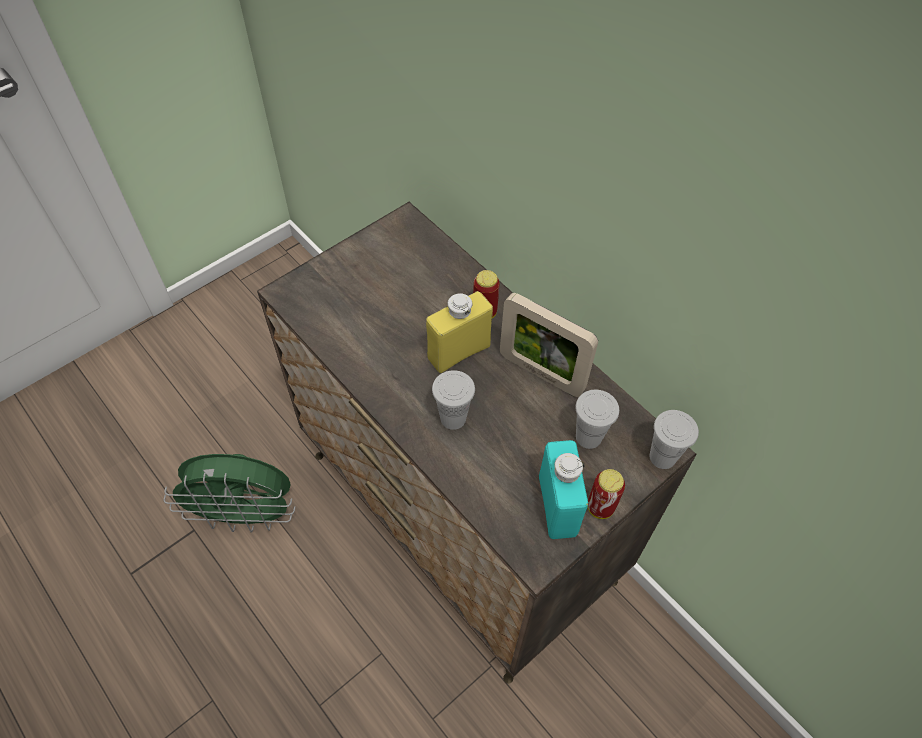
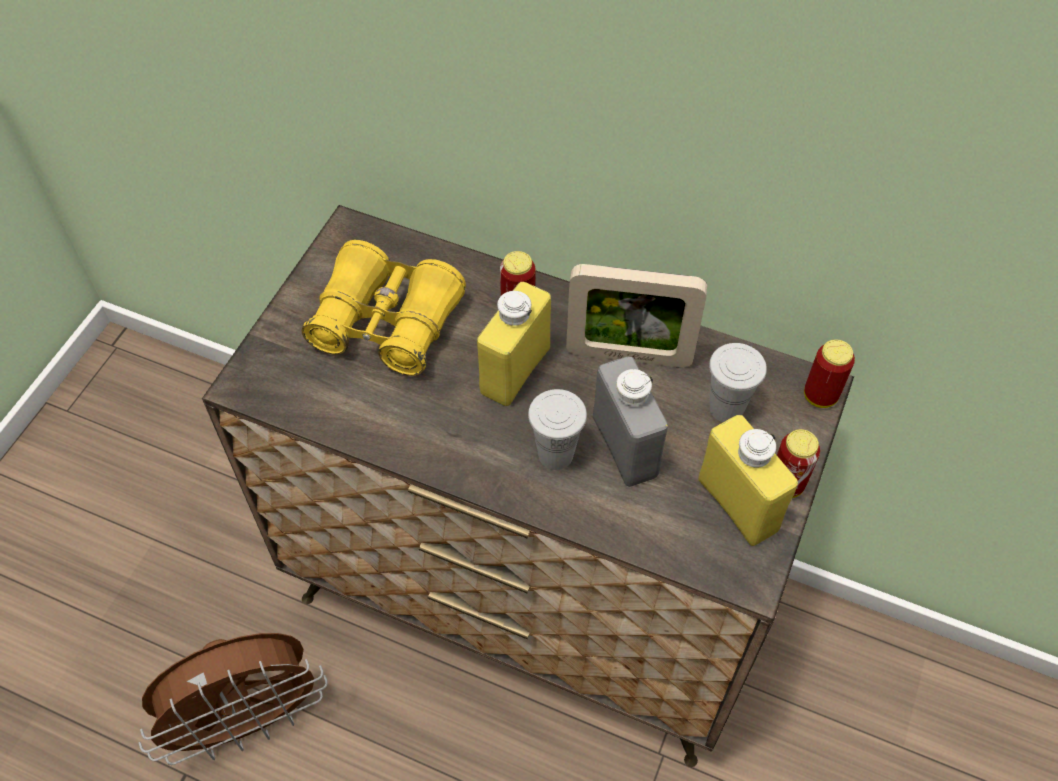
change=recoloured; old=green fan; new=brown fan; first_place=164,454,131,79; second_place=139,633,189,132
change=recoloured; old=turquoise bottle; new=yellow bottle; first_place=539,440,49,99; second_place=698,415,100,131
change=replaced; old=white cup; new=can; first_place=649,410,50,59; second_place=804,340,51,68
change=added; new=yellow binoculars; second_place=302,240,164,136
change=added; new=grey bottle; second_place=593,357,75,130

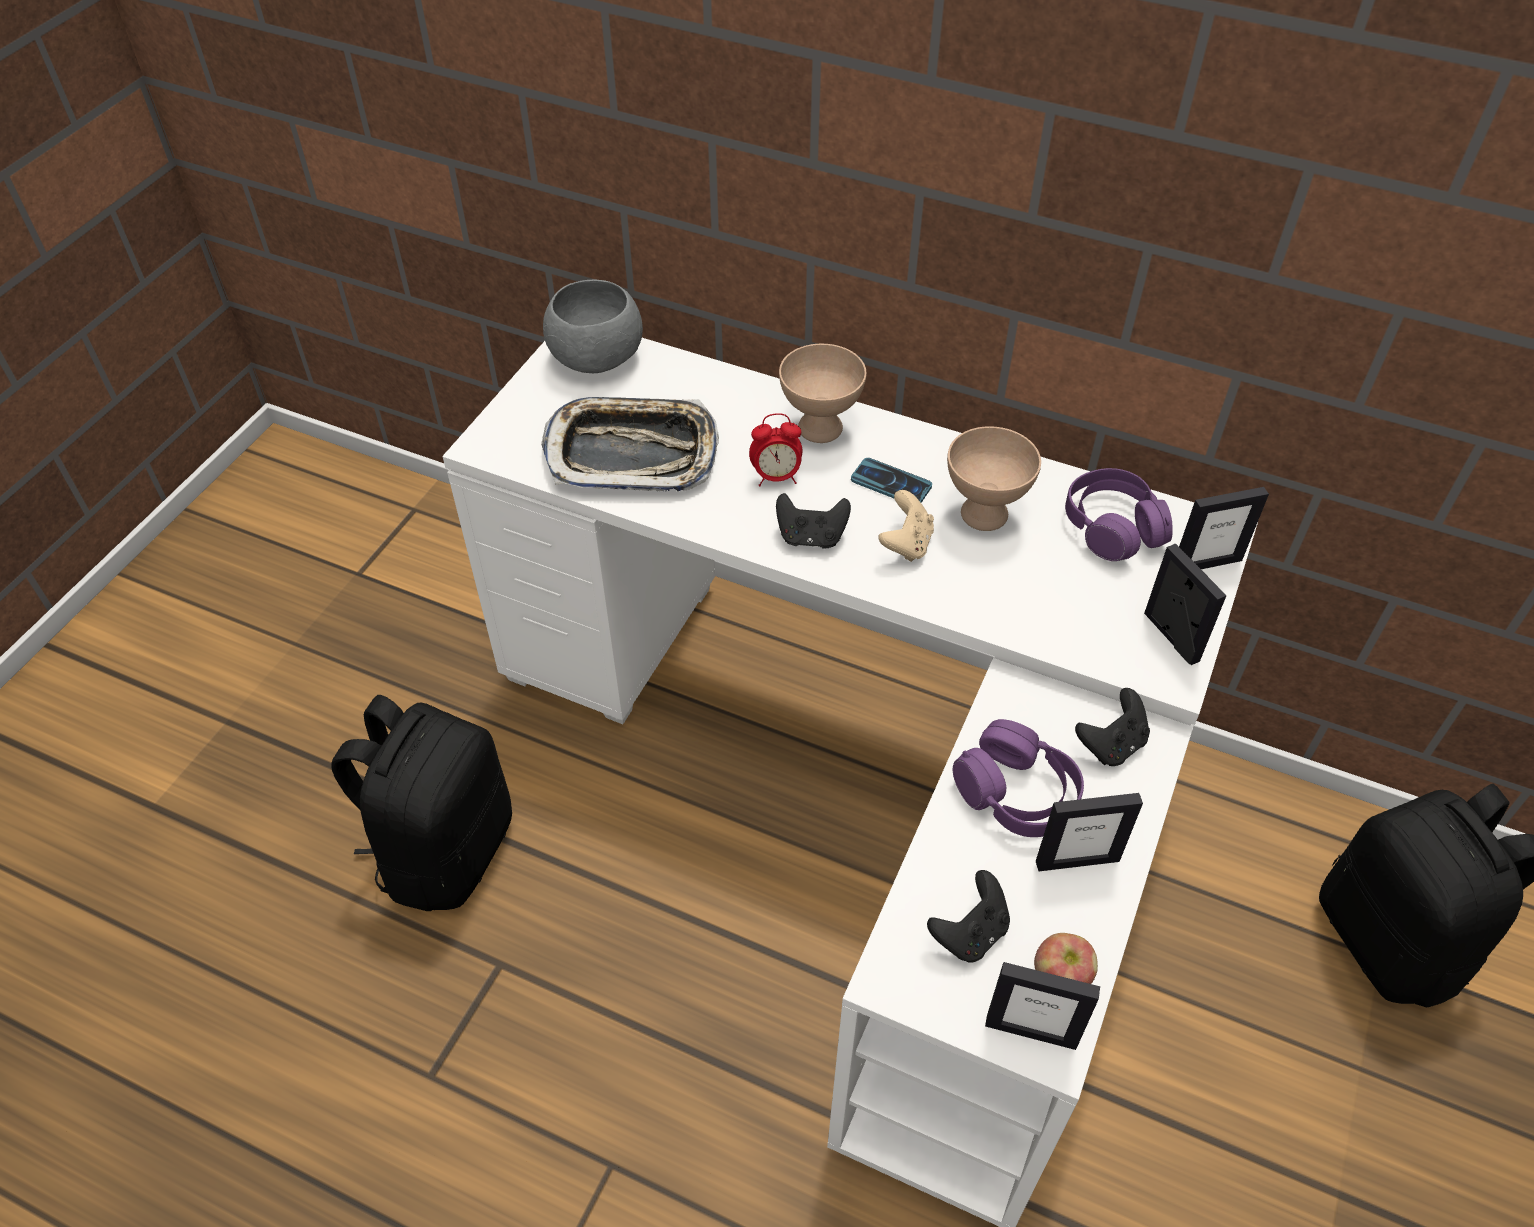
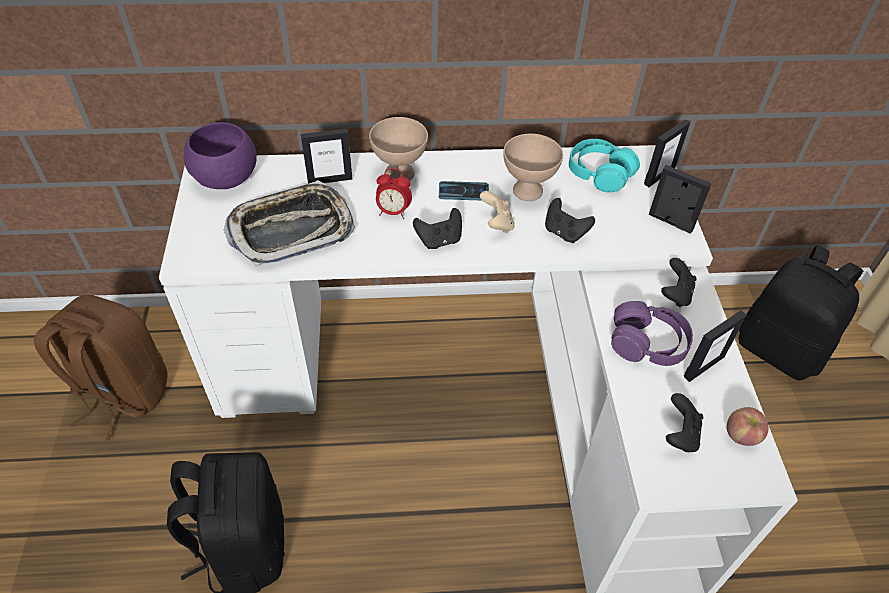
change=recoloured; old=grey bowl; new=purple bowl; first_place=543,279,100,94; second_place=184,122,73,67
change=turned; old=alarm clock; first_place=749,413,53,73; second_place=376,168,36,51; degrees=45
change=moved; old=picture frame; first_place=985,962,115,88; second_place=301,129,51,55
change=recoloured; old=purple headphones; new=turquoise headphones; first_place=1065,468,108,93; second_place=569,139,71,53
change=added; new=brown backpack; second_place=34,295,134,145
change=added; new=black game controller; second_place=545,198,50,45

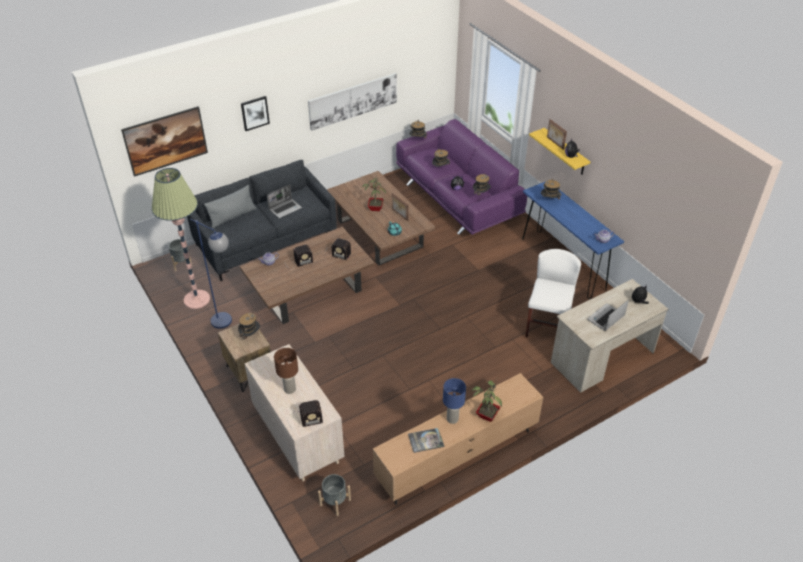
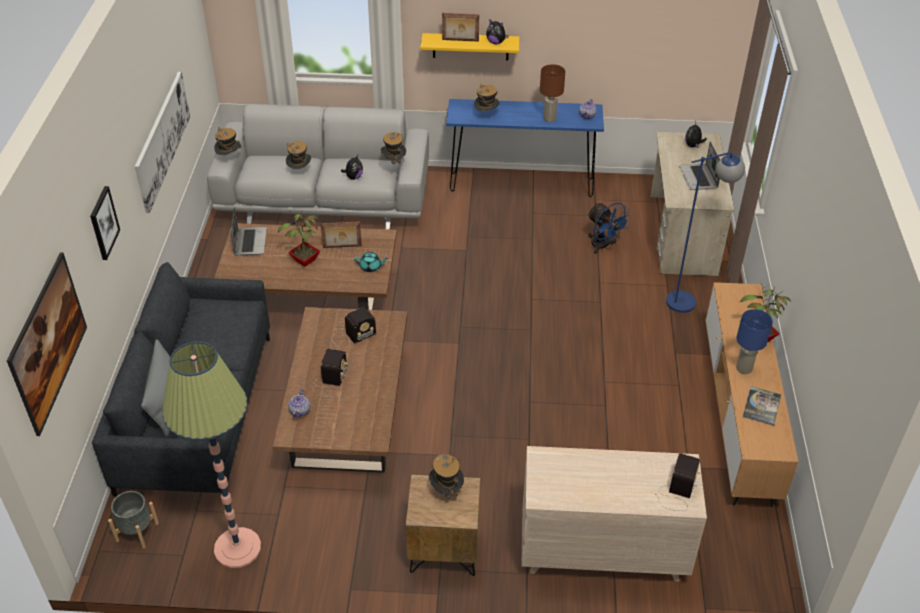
change=moved; old=blue floor lamp; first_place=190,219,42,110; second_place=666,152,79,161
change=moved; old=laptop; first_place=267,184,35,34; second_place=230,207,37,49
change=moved; old=brown table lamp; first_place=274,348,24,46; second_place=540,64,25,58
change=removed; old=grey planter; first_place=318,474,33,42
change=recoloured; old=purple sofa; new=grey sofa; first_place=396,119,131,116; second_place=207,104,222,125
change=replaced; old=white chair; new=blue fan; first_place=525,249,56,89; second_place=587,203,45,51

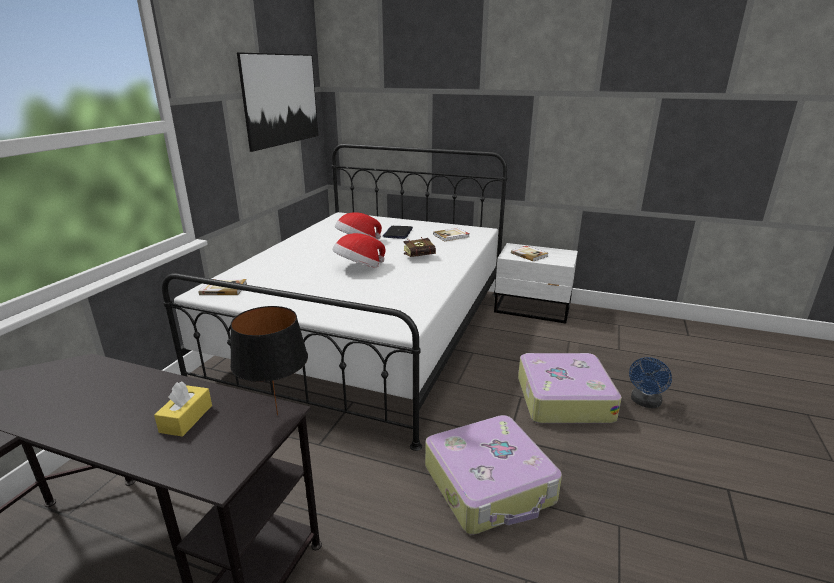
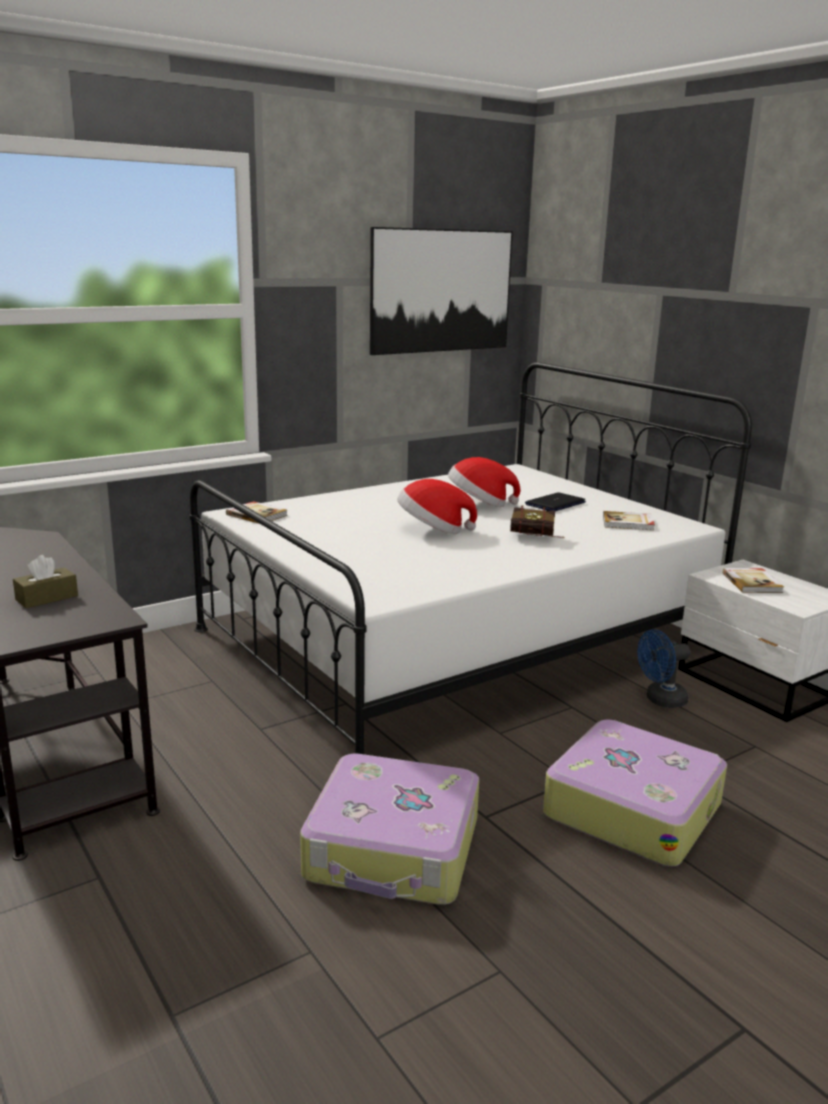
change=recoloured; old=yellow tissue box; new=brown tissue box; first_place=154,382,58,55; second_place=13,555,65,53
change=removed; old=black table lamp; first_place=230,306,78,110
change=moved; old=blue fan; first_place=629,357,43,51; second_place=637,629,53,79

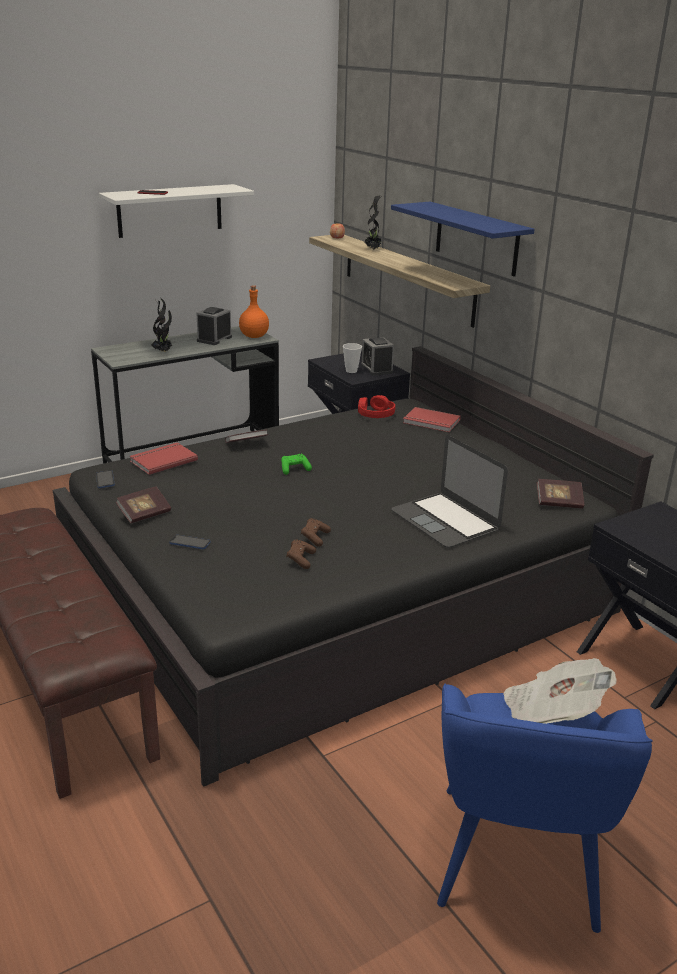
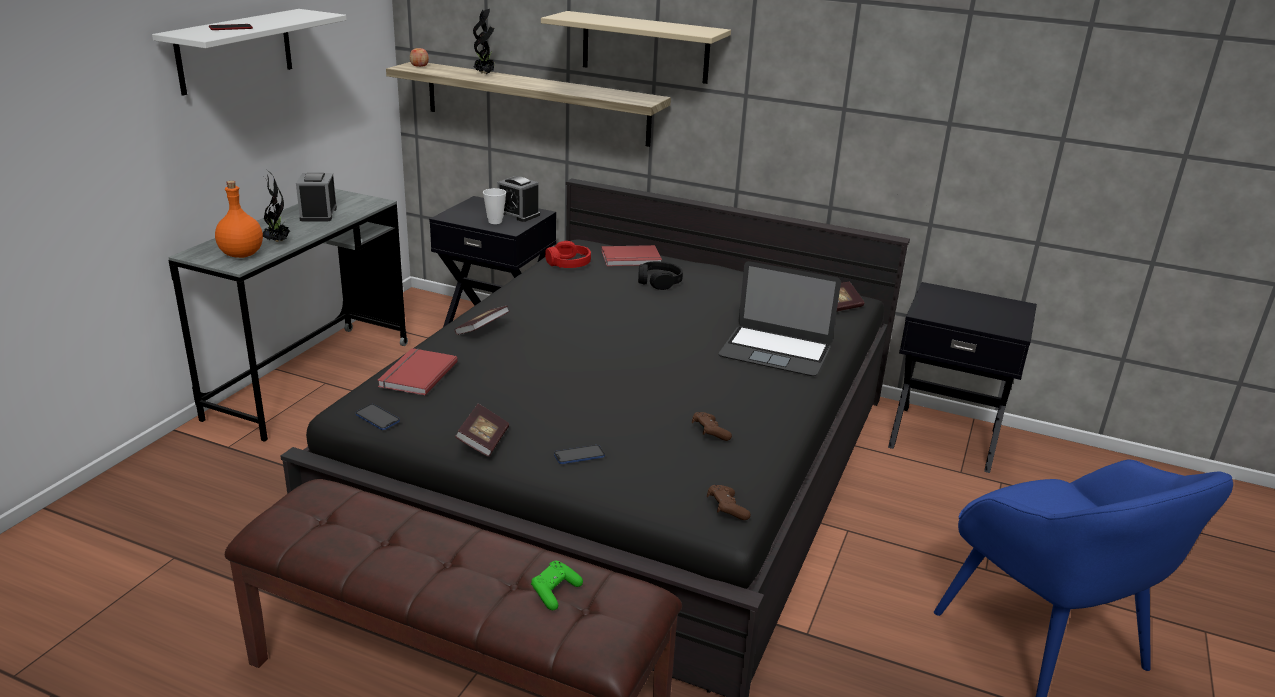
change=moved; old=orange bottle; first_place=239,285,30,53; second_place=215,181,48,77
change=moved; old=green game controller; first_place=281,453,31,22; second_place=531,561,52,49
change=moved; old=brown game controller; first_place=301,518,30,29; second_place=707,485,44,35
change=recoloured; old=blue shelf; new=beige shelf; first_place=391,202,144,75; second_place=541,11,190,73
change=removed; old=newspaper; first_place=503,658,114,66
change=added; new=black headphones; second_place=638,261,45,29

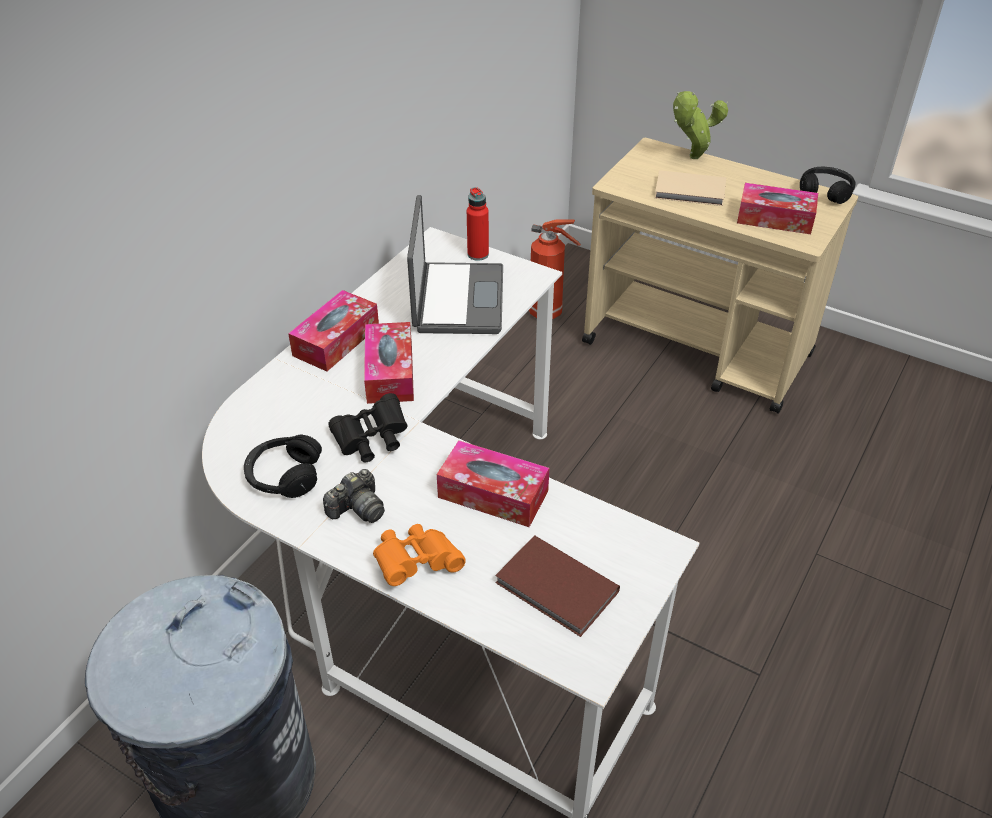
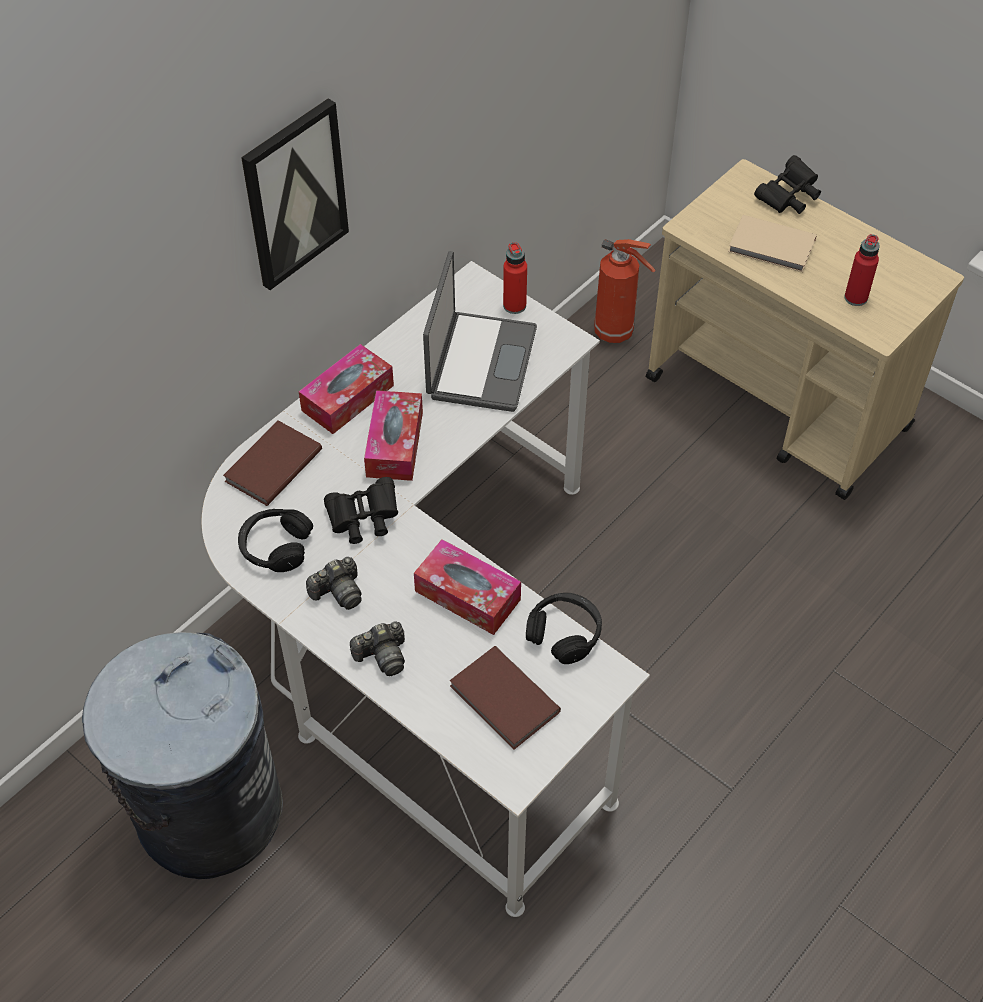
change=replaced; old=orange binoculars; new=photo camera; first_place=373,524,93,62; second_place=350,622,55,54
change=replaced; old=potted plant; new=black binoculars; first_place=673,91,55,68; second_place=754,155,67,59
change=replaced; old=tissue box; new=red bottle; first_place=737,183,81,51; second_place=844,234,35,72
change=moved; old=black headphones; first_place=800,166,56,38; second_place=526,593,76,71
change=added; new=brown book; second_place=223,420,99,86
change=added; new=picture; second_place=241,98,108,192

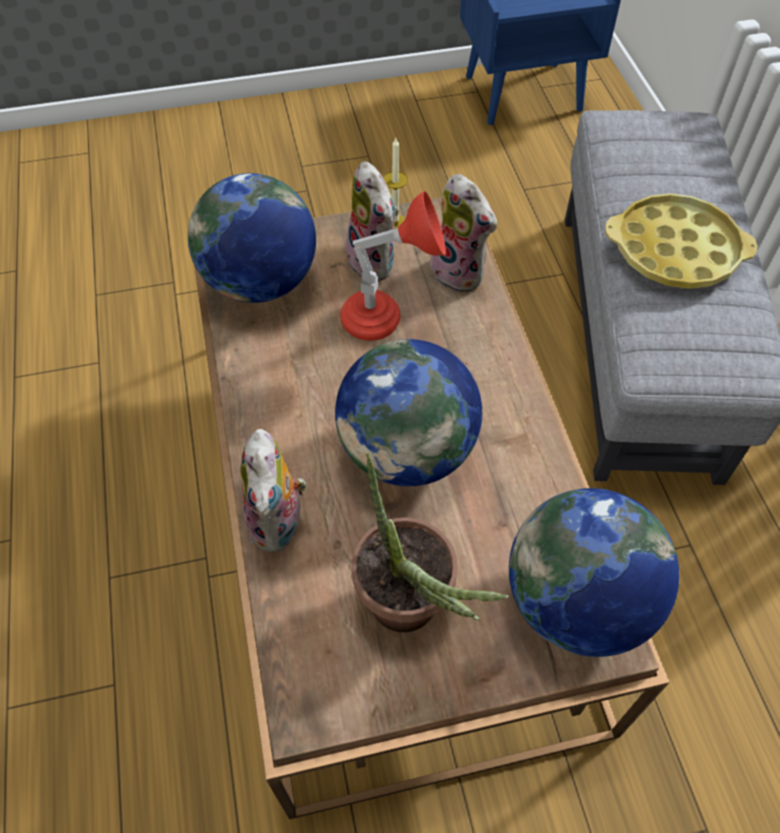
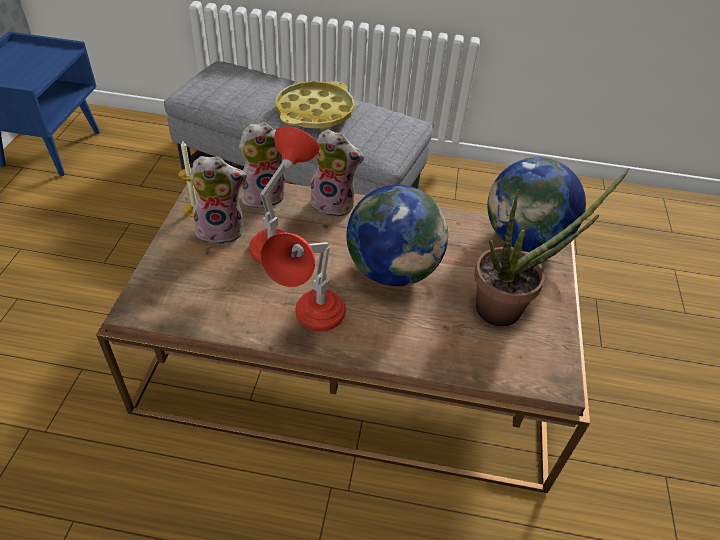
change=removed; old=globe; first_place=188,173,128,130
change=moved; old=plush toy; first_place=241,429,66,123; second_place=310,129,54,89
change=added; new=red table lamp; second_place=260,233,86,98

